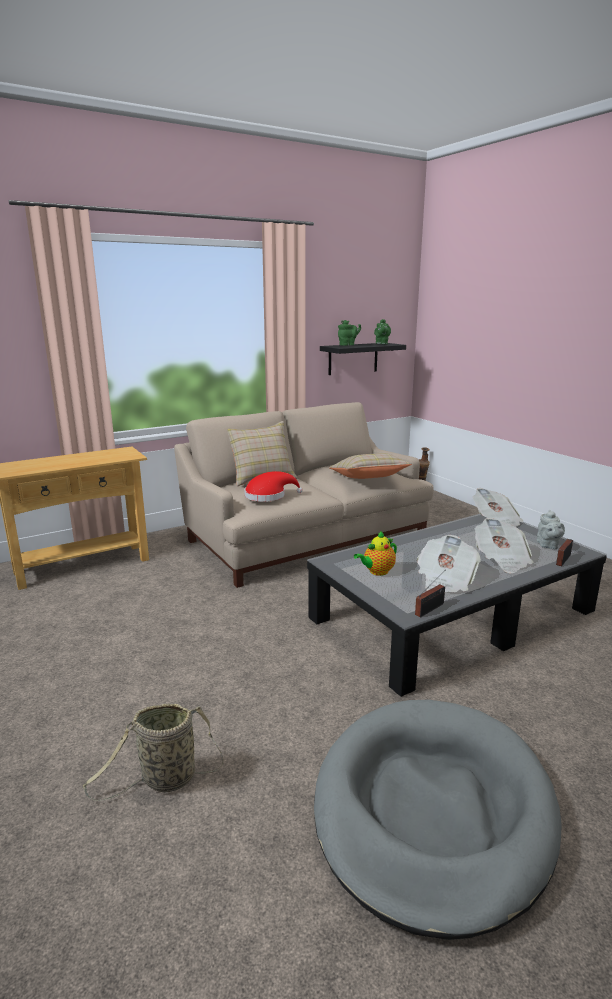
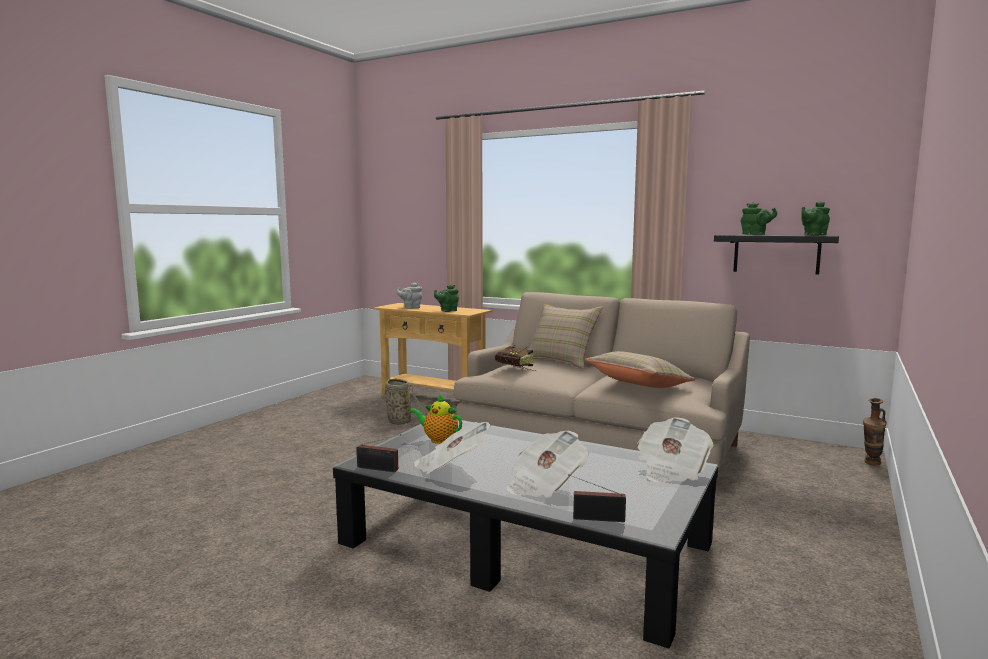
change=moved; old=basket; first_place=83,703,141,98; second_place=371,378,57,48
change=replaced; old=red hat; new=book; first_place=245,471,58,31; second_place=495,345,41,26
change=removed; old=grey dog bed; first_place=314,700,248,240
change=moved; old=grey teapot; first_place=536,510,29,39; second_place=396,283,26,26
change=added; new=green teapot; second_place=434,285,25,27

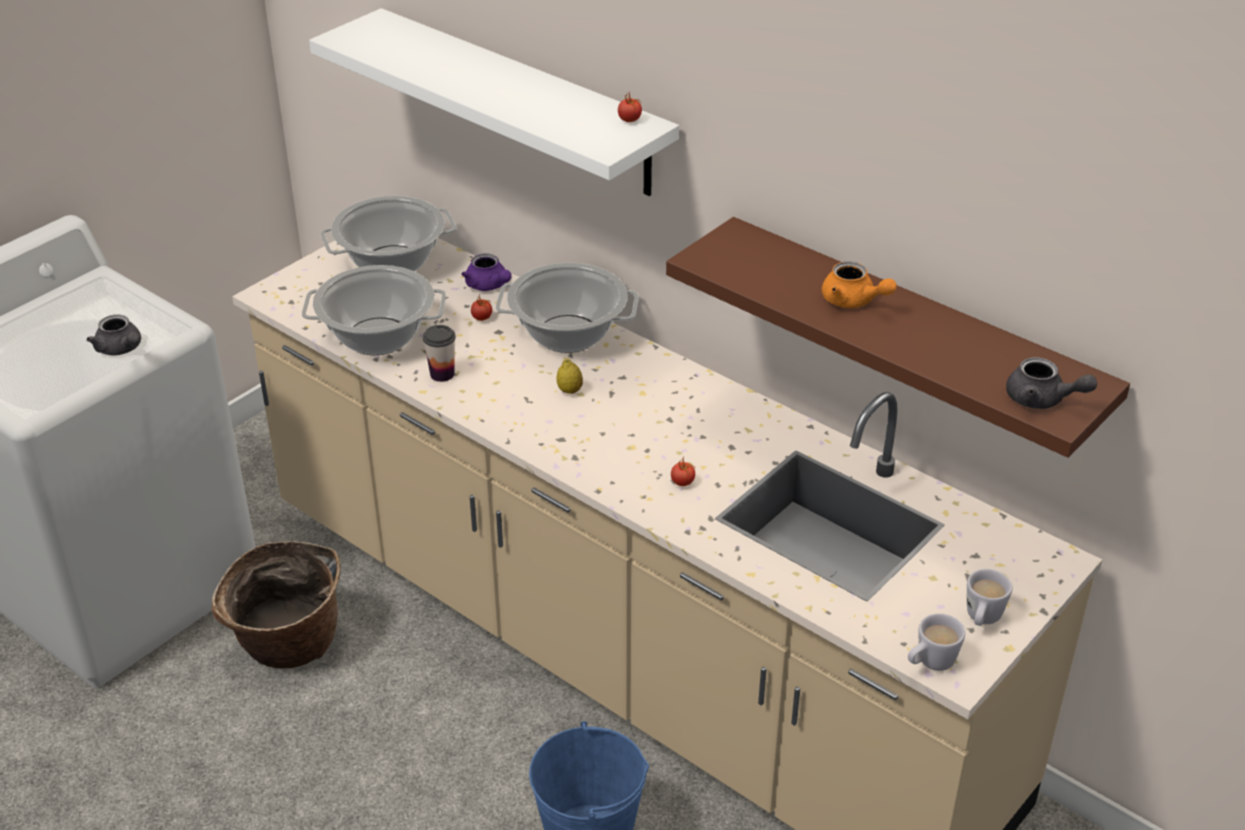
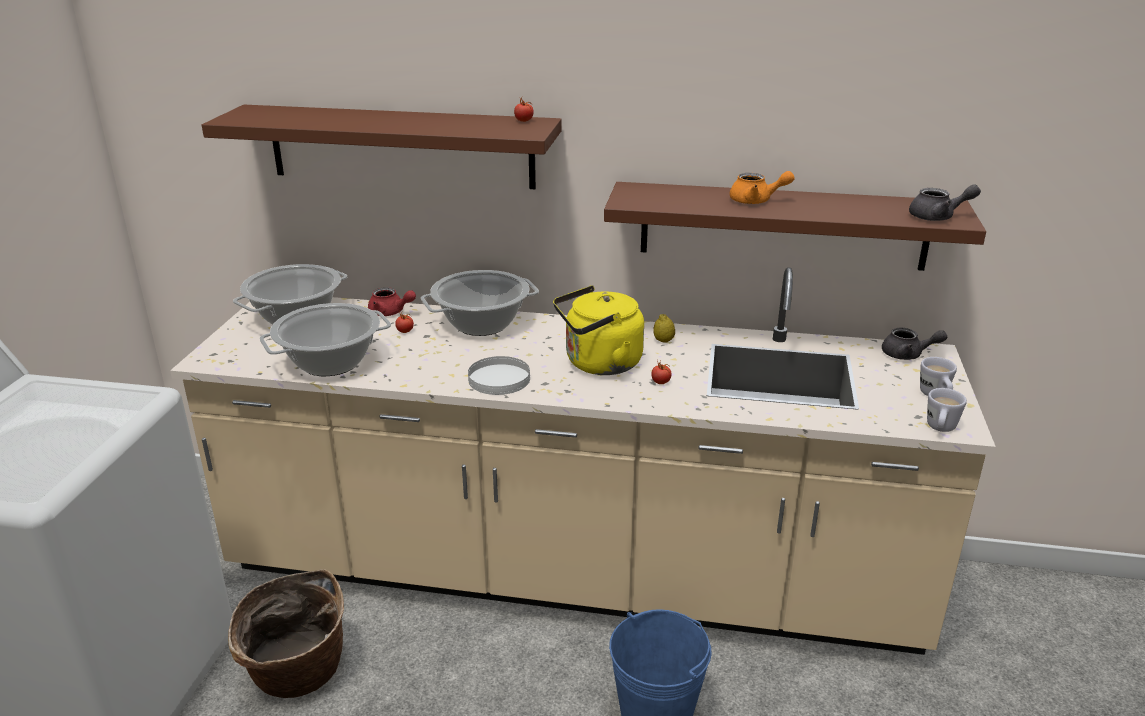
change=moved; old=grey teapot; first_place=87,314,54,42; second_place=882,328,65,32
change=recoloured; old=white shelf; new=brown shelf; first_place=309,8,370,188; second_place=202,105,360,84
change=removed; old=cup; first_place=423,325,33,57
change=recoloured; old=purple teapot; new=red teapot; first_place=462,254,50,37; second_place=368,287,48,29
change=moved; old=lemon; first_place=556,359,27,35; second_place=653,314,22,29
change=added; new=white plate; second_place=468,356,62,39
change=added; new=yellow kettle; second_place=553,285,91,90

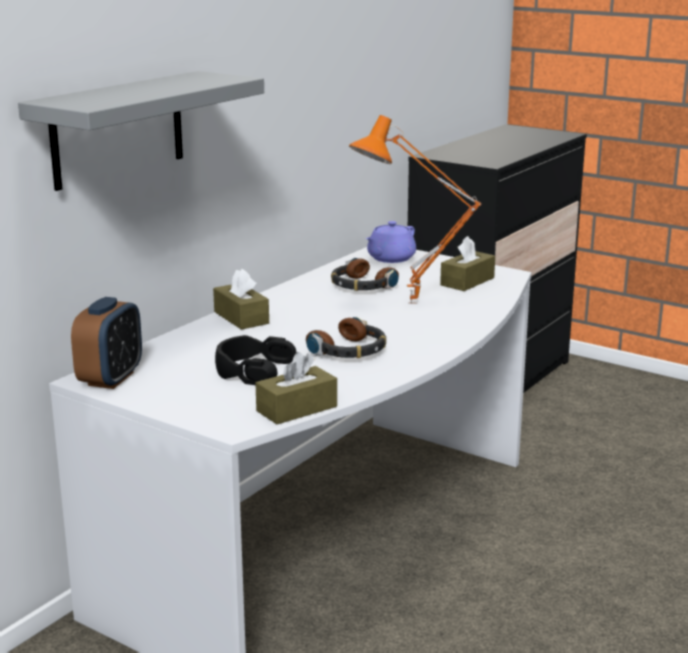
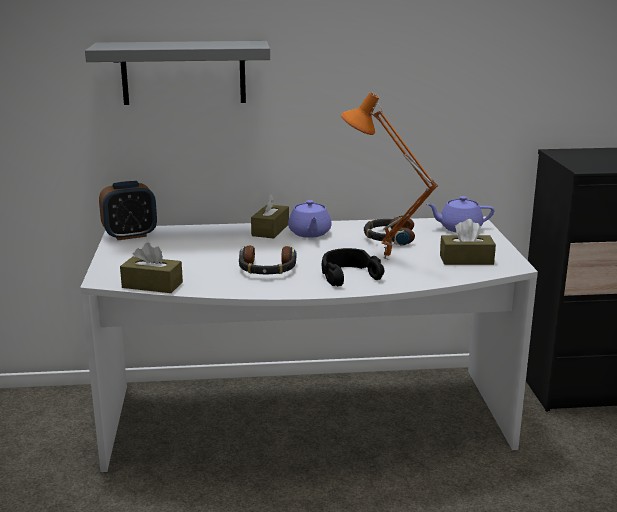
change=moved; old=black headphones; first_place=215,335,81,50; second_place=322,248,62,38
change=added; new=purple teapot; second_place=288,200,44,38

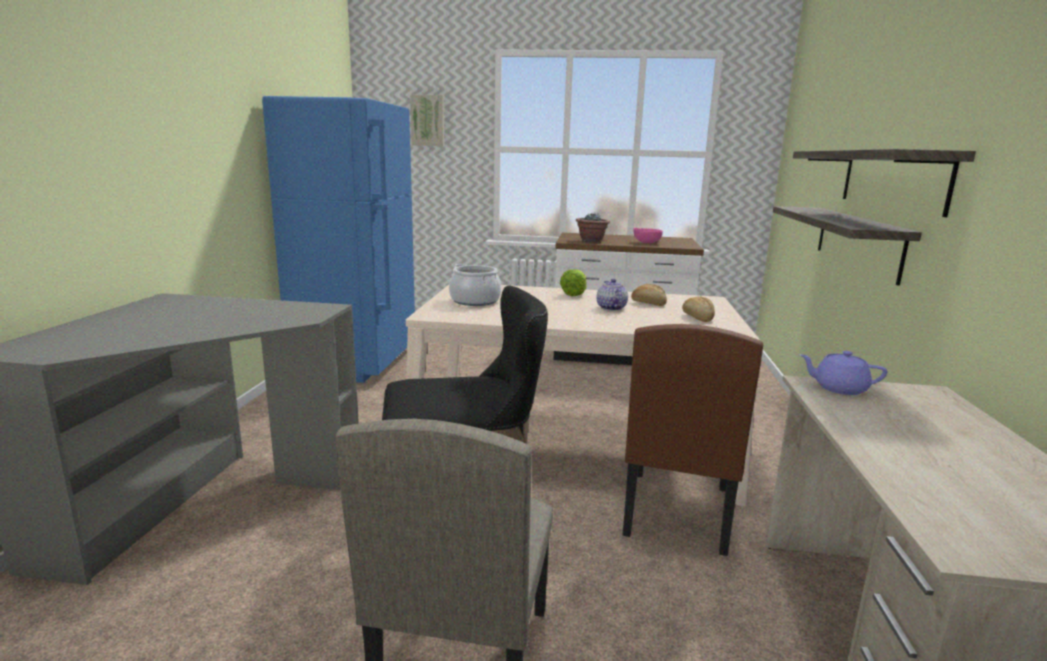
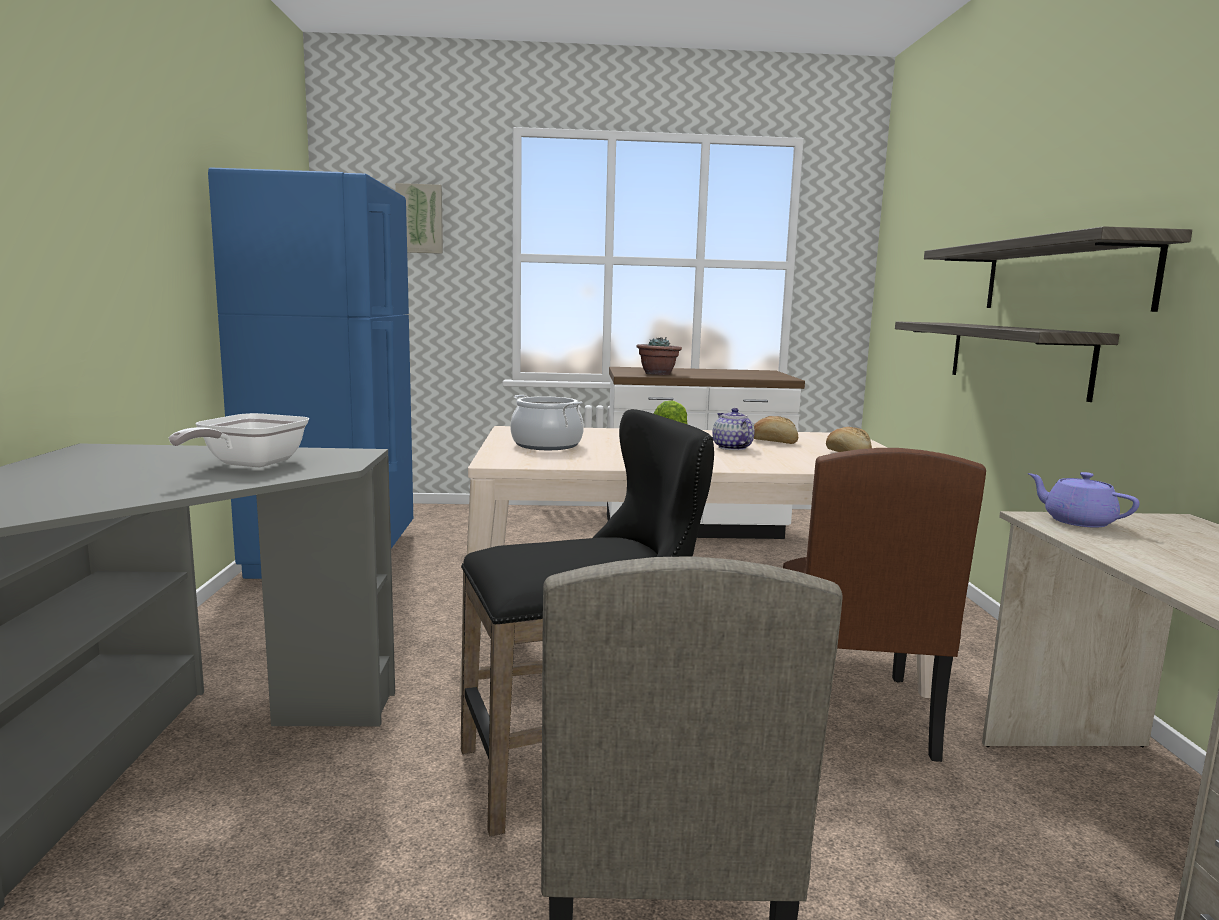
change=removed; old=pink bowl; first_place=633,228,30,15
change=turned; old=purple teapot; first_place=800,351,87,44; second_place=1028,472,112,56; degrees=45
change=added; new=frying pan; second_place=169,413,140,54

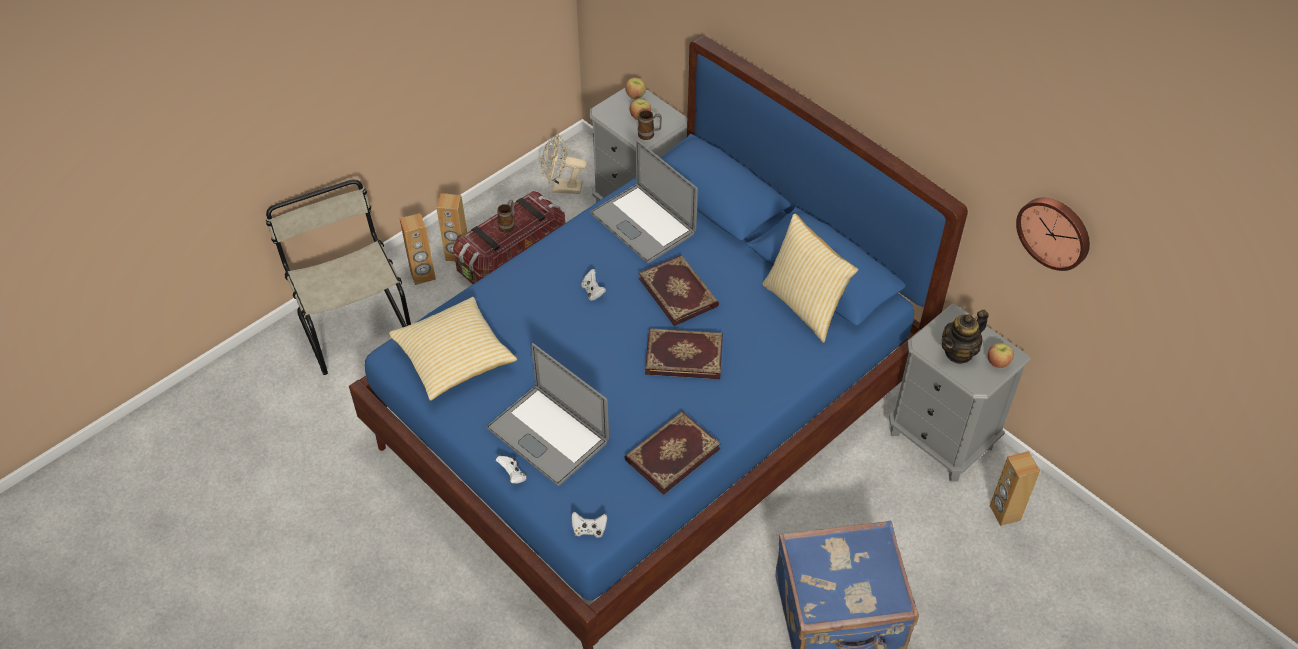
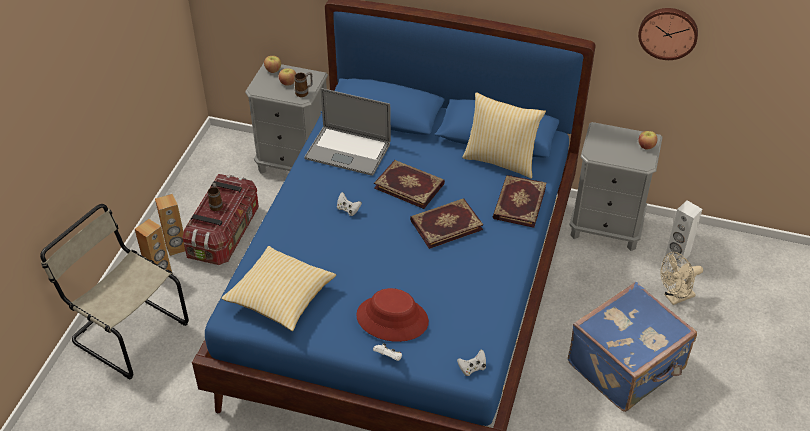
change=replaced; old=laptop; new=red hat; first_place=487,343,122,143; second_place=356,288,73,54
change=moved; old=beige fan; first_place=541,134,46,60; second_place=660,252,43,53
change=moved; old=book; first_place=624,411,97,84; second_place=493,175,53,53
change=removed; old=teapot; first_place=942,310,47,54
change=recoloured; old=brown speaker; new=white speaker; first_place=990,451,50,75; second_place=665,200,37,64

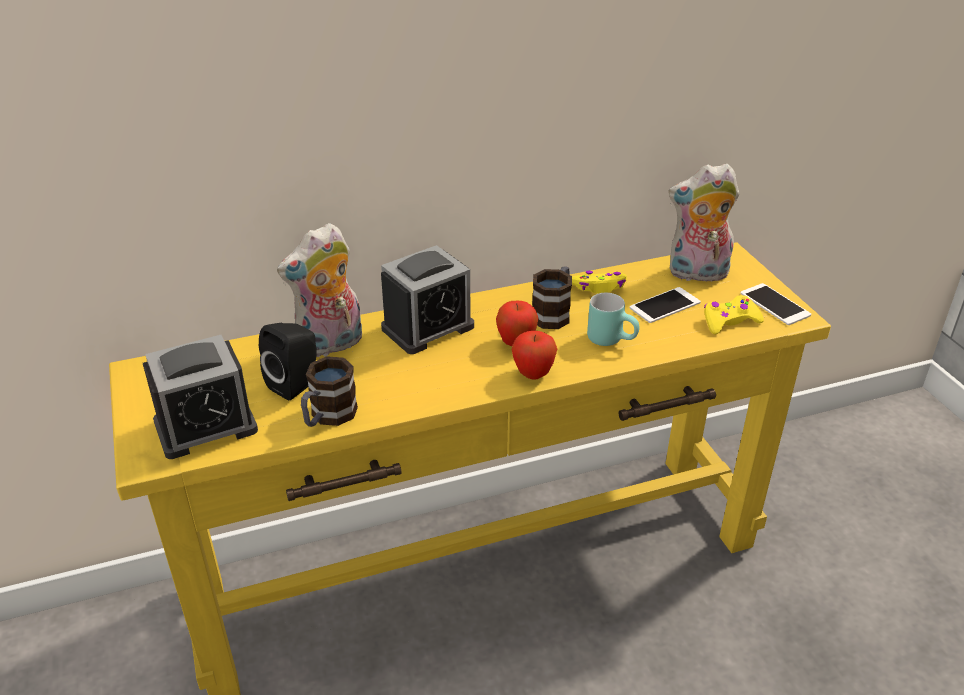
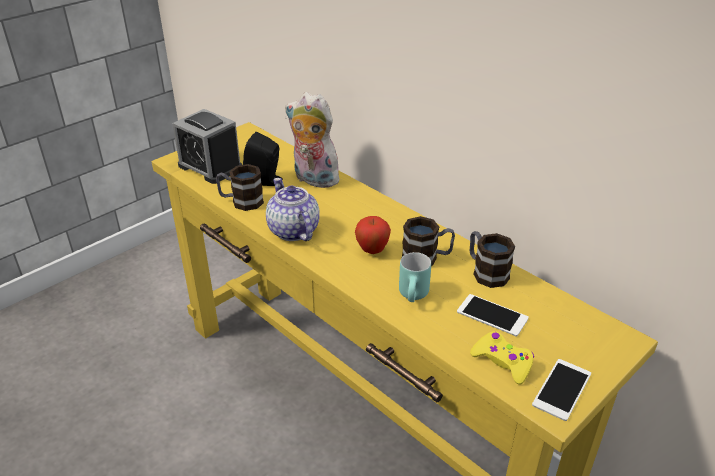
change=removed; old=alarm clock; first_place=381,245,93,109
change=removed; old=apple; first_place=512,331,45,49
change=replaced; old=yellow game controller; new=mug; first_place=572,271,55,22; second_place=470,231,45,57
change=removed; old=plush toy; first_place=668,163,71,118
change=added; new=teapot; second_place=266,178,54,63

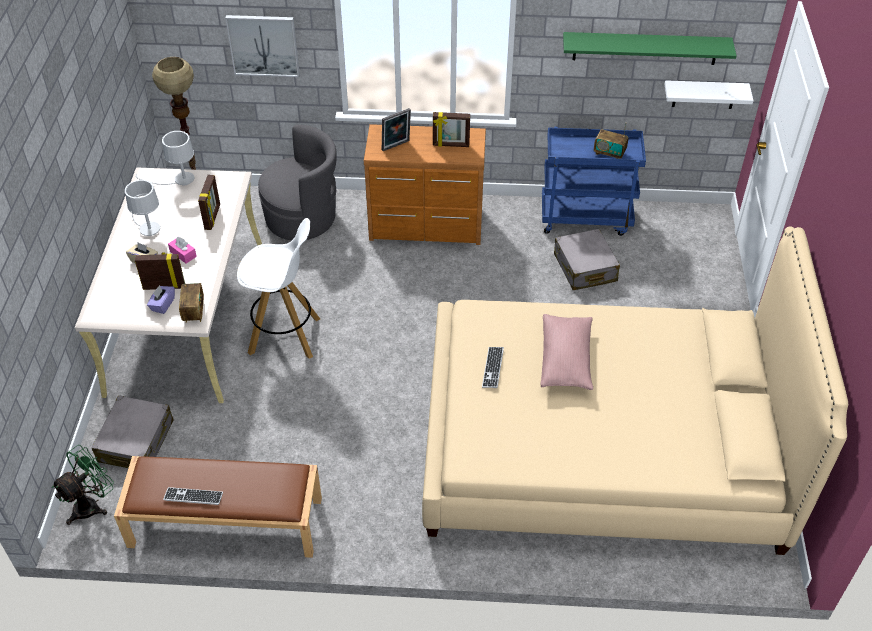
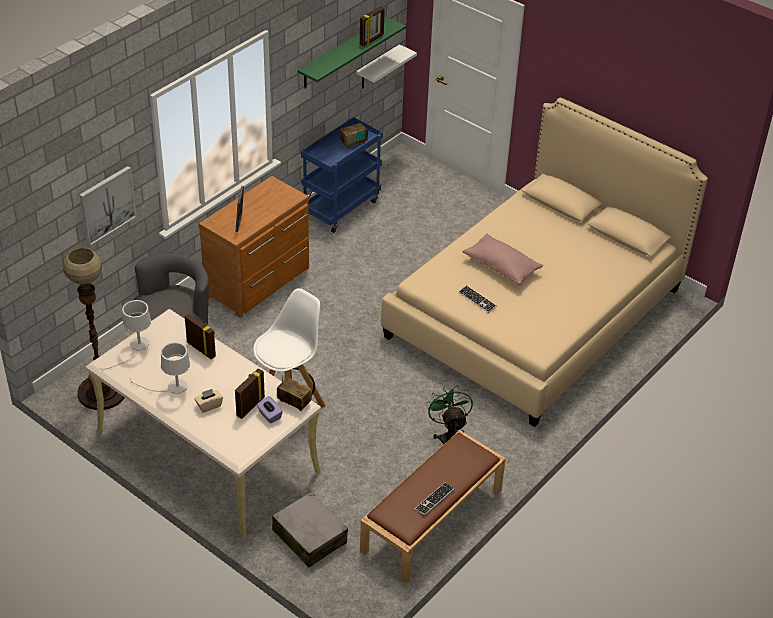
change=moved; old=green fan; first_place=52,445,62,80; second_place=427,385,46,59
change=removed; old=pink tissue box; first_place=168,237,29,26
change=moved; old=picture frame; first_place=433,112,37,35; second_place=360,6,25,40
change=removed; old=grey suitcase; first_place=554,229,66,61

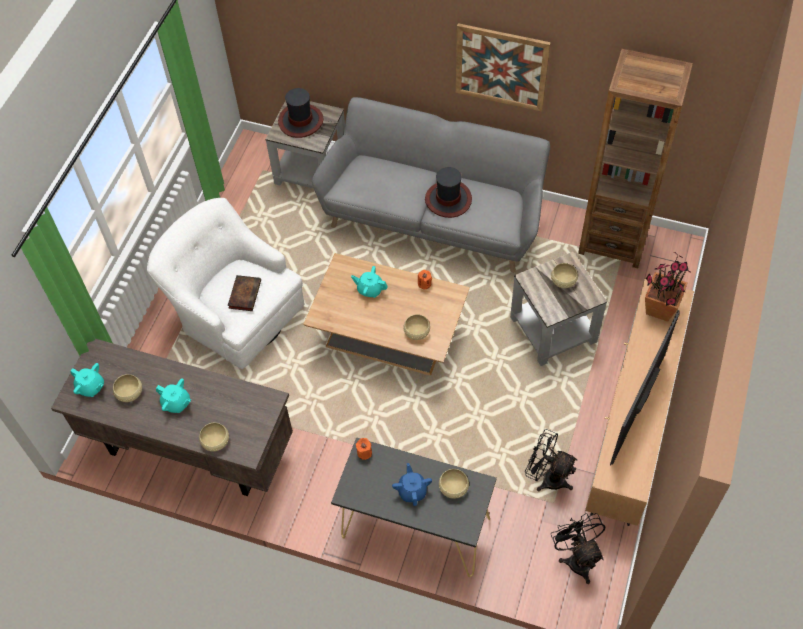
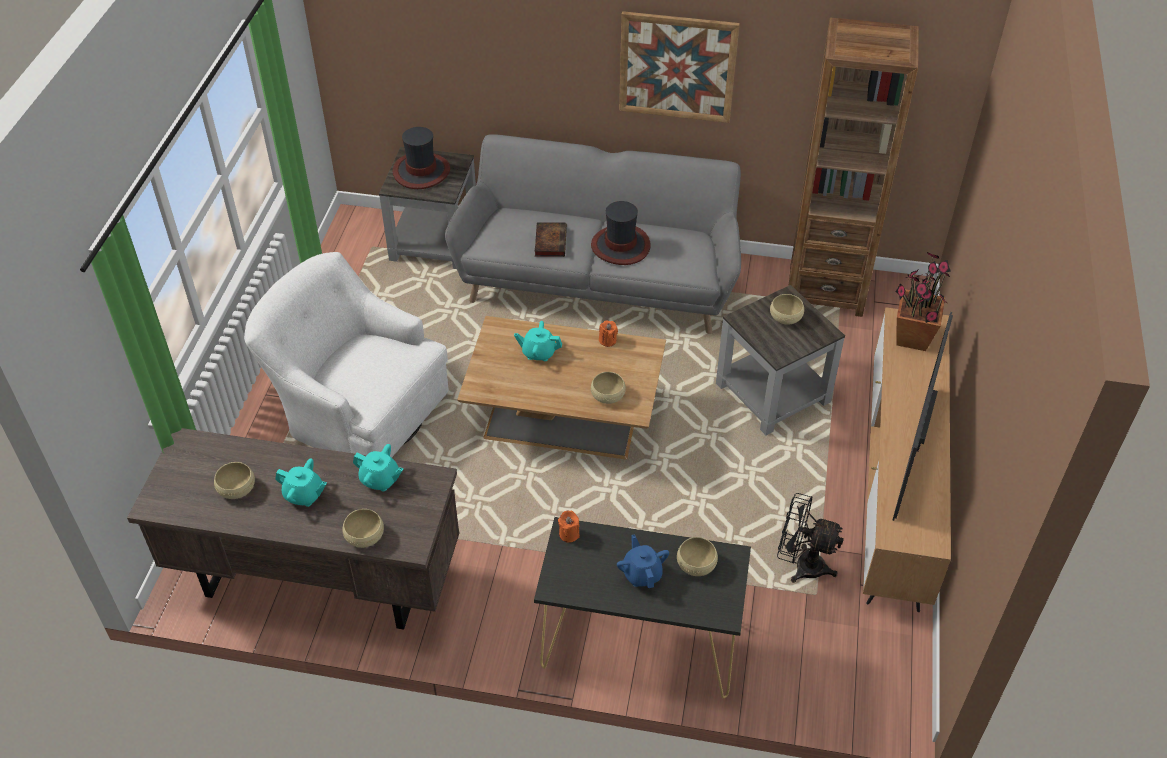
change=moved; old=turquoise teapot; first_place=71,363,33,34; second_place=353,444,51,47
change=moved; old=book; first_place=228,275,33,36; second_place=535,222,32,35
change=removed; old=black fan; first_place=551,513,54,71

